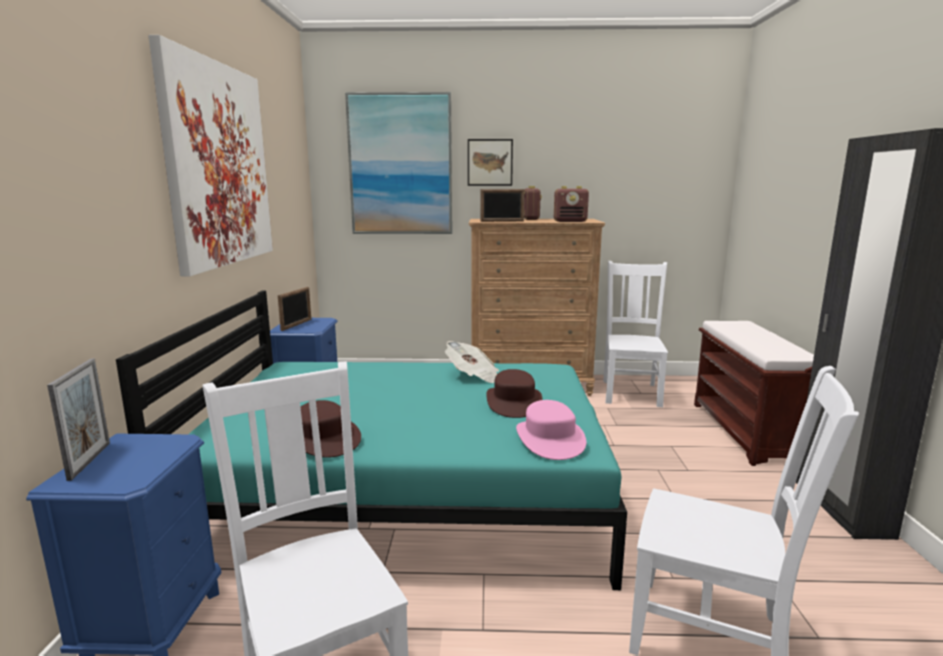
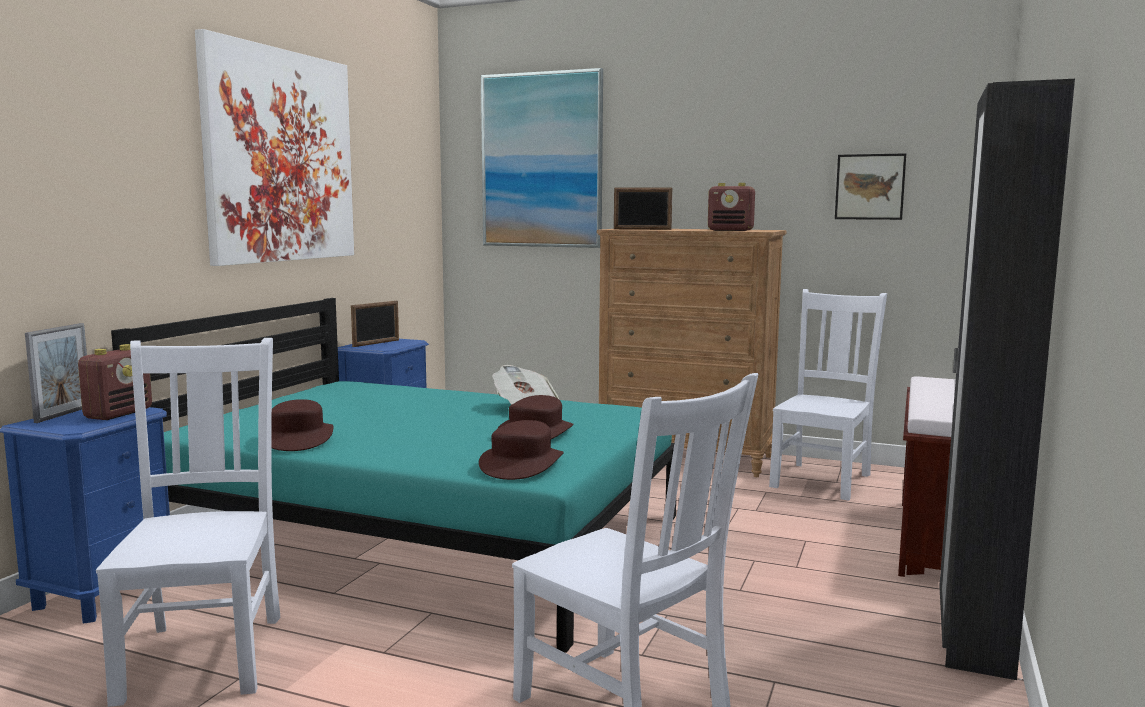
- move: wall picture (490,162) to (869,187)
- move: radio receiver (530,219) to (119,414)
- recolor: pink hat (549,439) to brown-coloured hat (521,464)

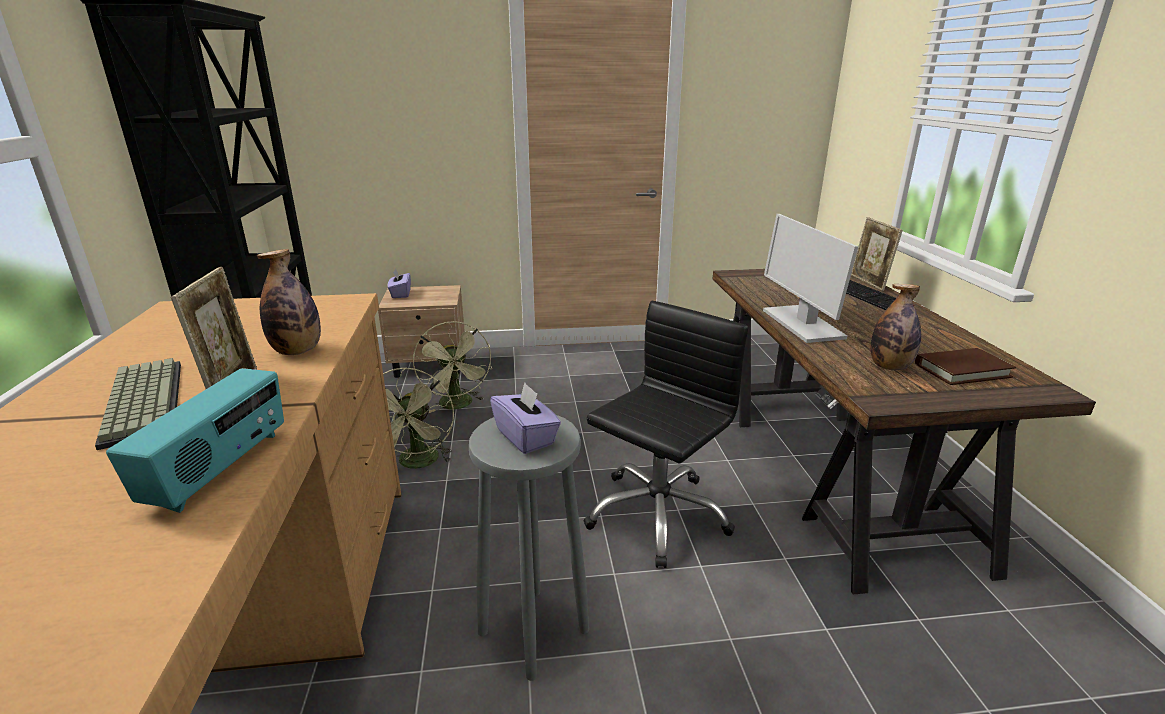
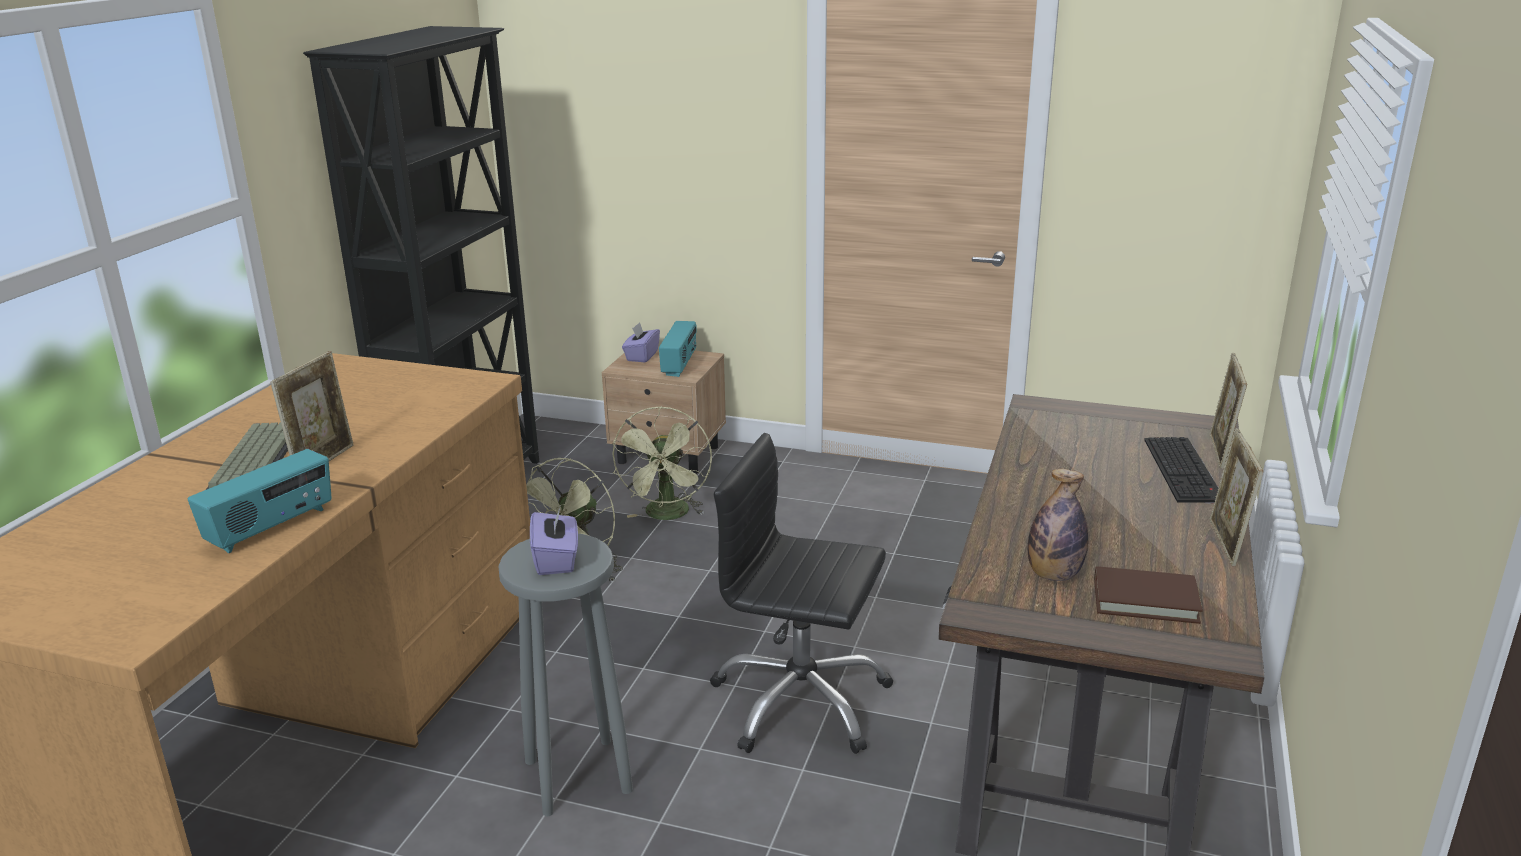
- delete: computer display (801,324)
- delete: drink bottle (297,351)
- rotate: black-coloured computer chair (657,514) = (800,702) 135 degrees counterclockwise
- insert: radio receiver (679,365)
- insert: picture frame (1226,543)

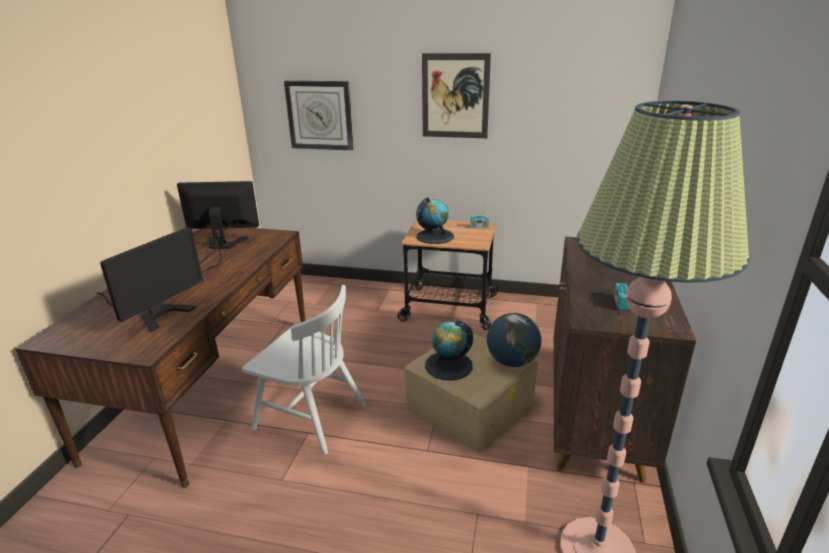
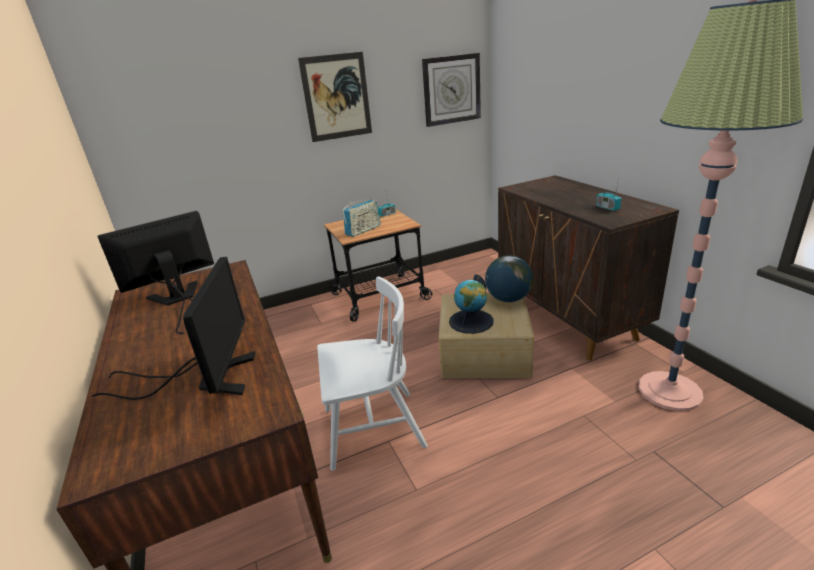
- move: clock on the wall (320,115) to (451,90)
- replace: desk globe (435,236) to radio receiver (363,230)

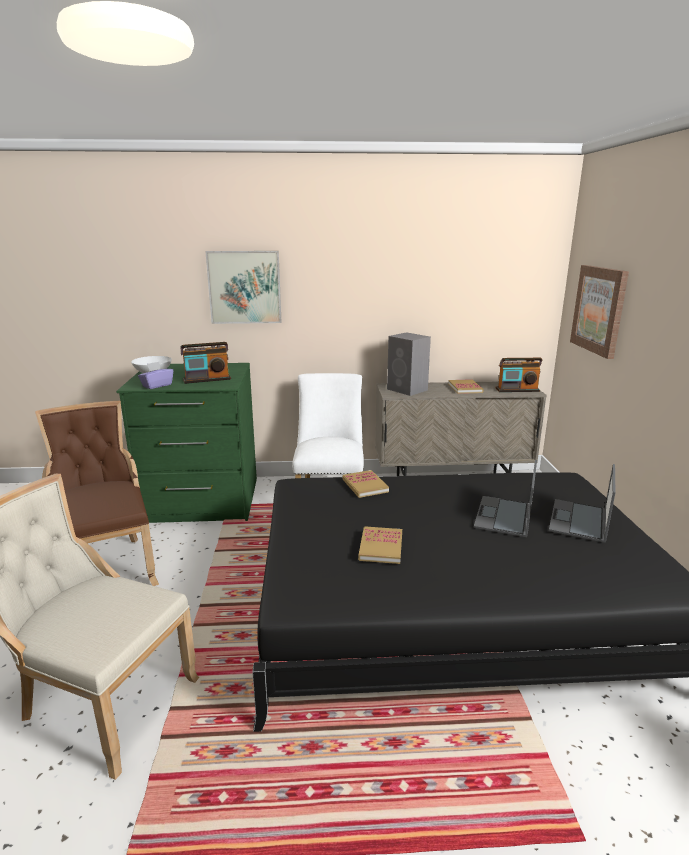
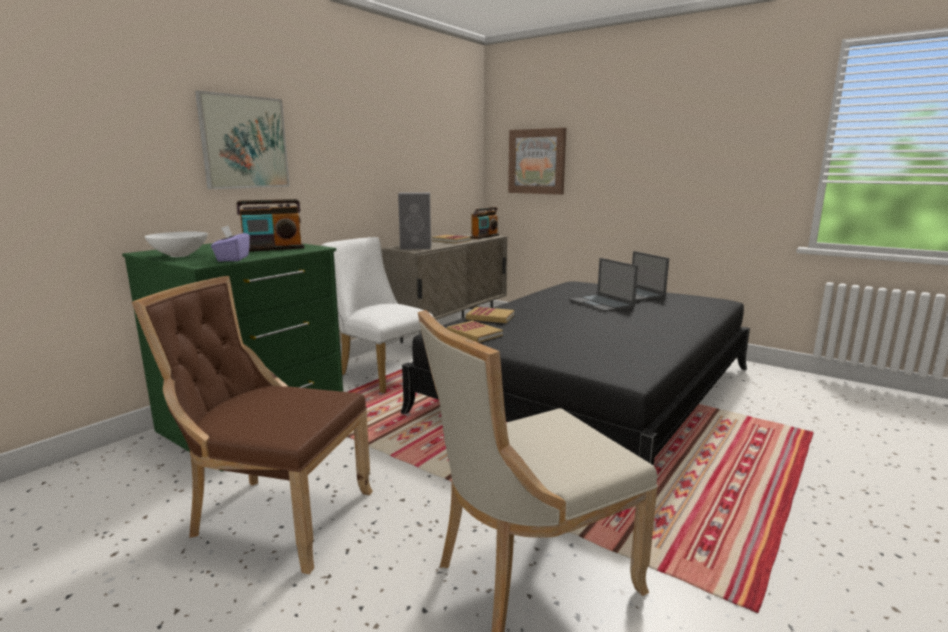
- rotate: radio receiver (207,379) = (273,249) 45 degrees clockwise
- move: volume (381,547) to (474,334)

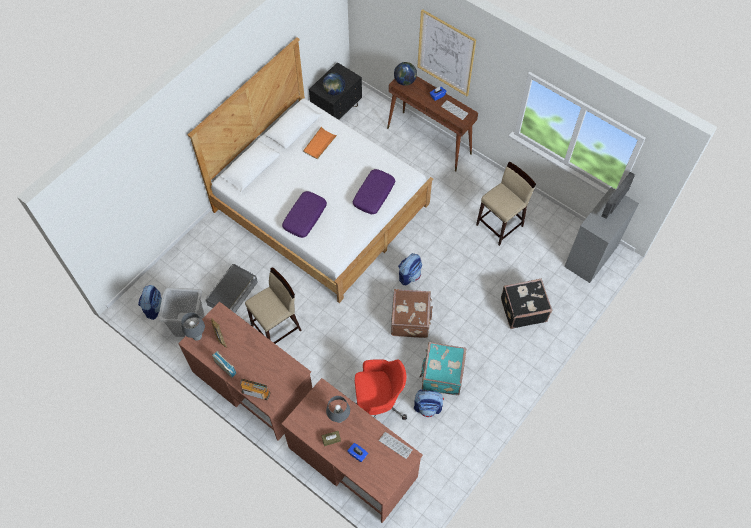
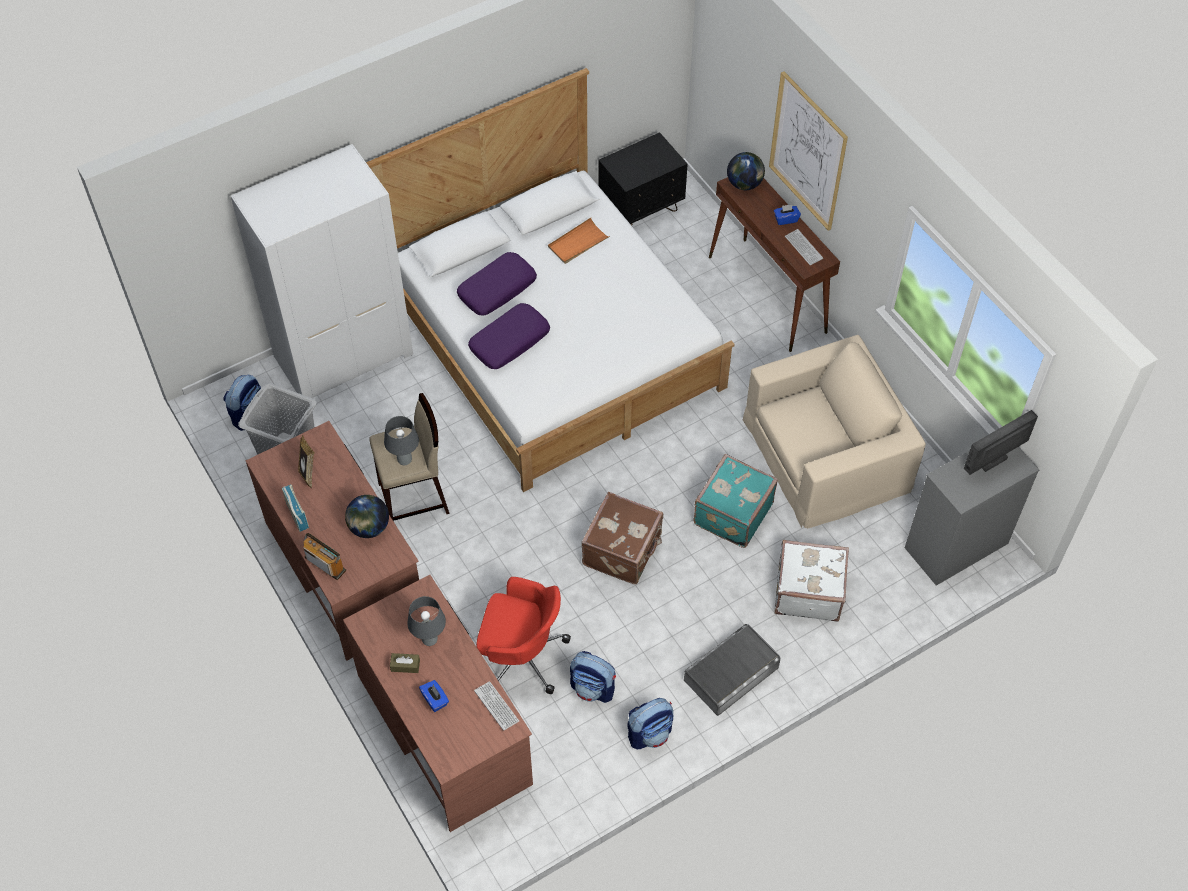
- move: desk globe (334,91) to (369,527)
- replace: beige-coloured sitting stool (500,225) to beige-coloured armchair (826,454)
- move: purple cushion (373,194) to (497,289)
- move: knapsack (409,275) to (650,733)
- move: grey storage container (232,293) to (731,674)
- recolor: black-coloured travel case (522,309) to white travel case (807,591)
- move: grey tabletop lamp (197,336) to (405,460)
- move: turquoise travel case (441,374) to (731,513)
- insert: white wardrobe (344,354)

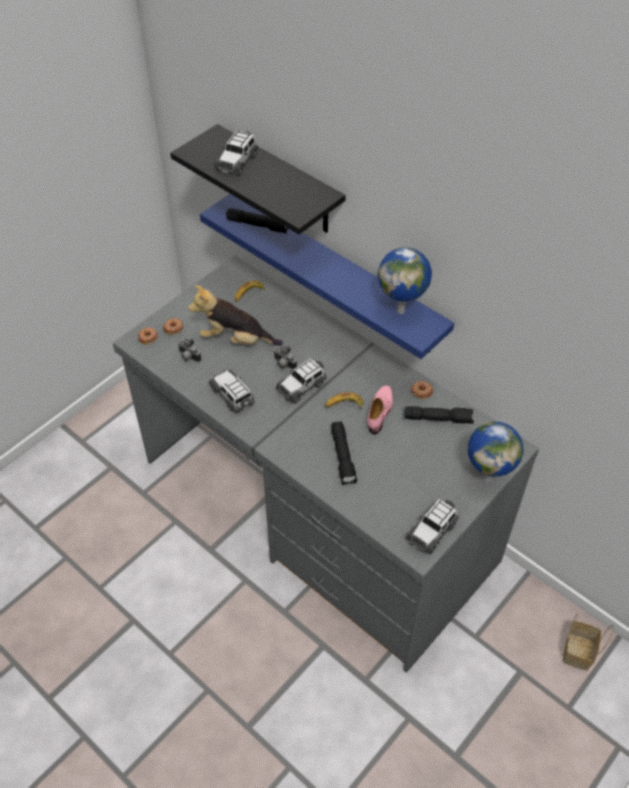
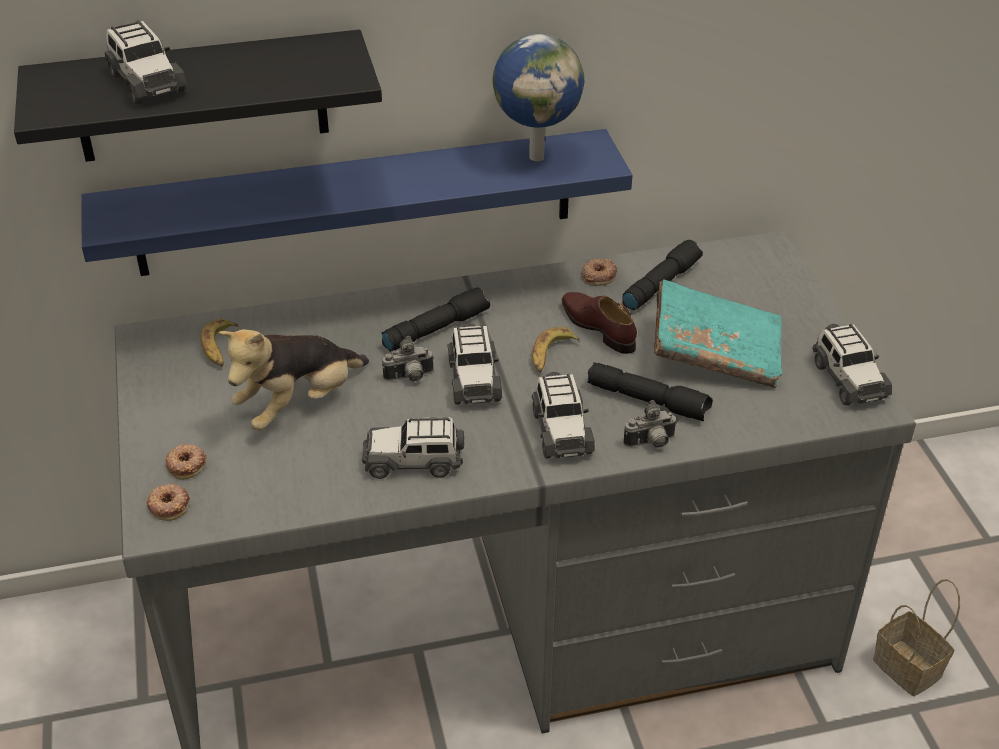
- move: black-coloured torch (259,225) to (436,328)
- move: still camera (188,357) to (651,443)
- recolor: pink low shoe (380,411) to brown-coloured low shoe (598,327)
- delete: desk globe (487,477)
- move: basket (578,653) to (909,668)
- insert: turquoise volume (715,353)
- insert: model car (561,431)

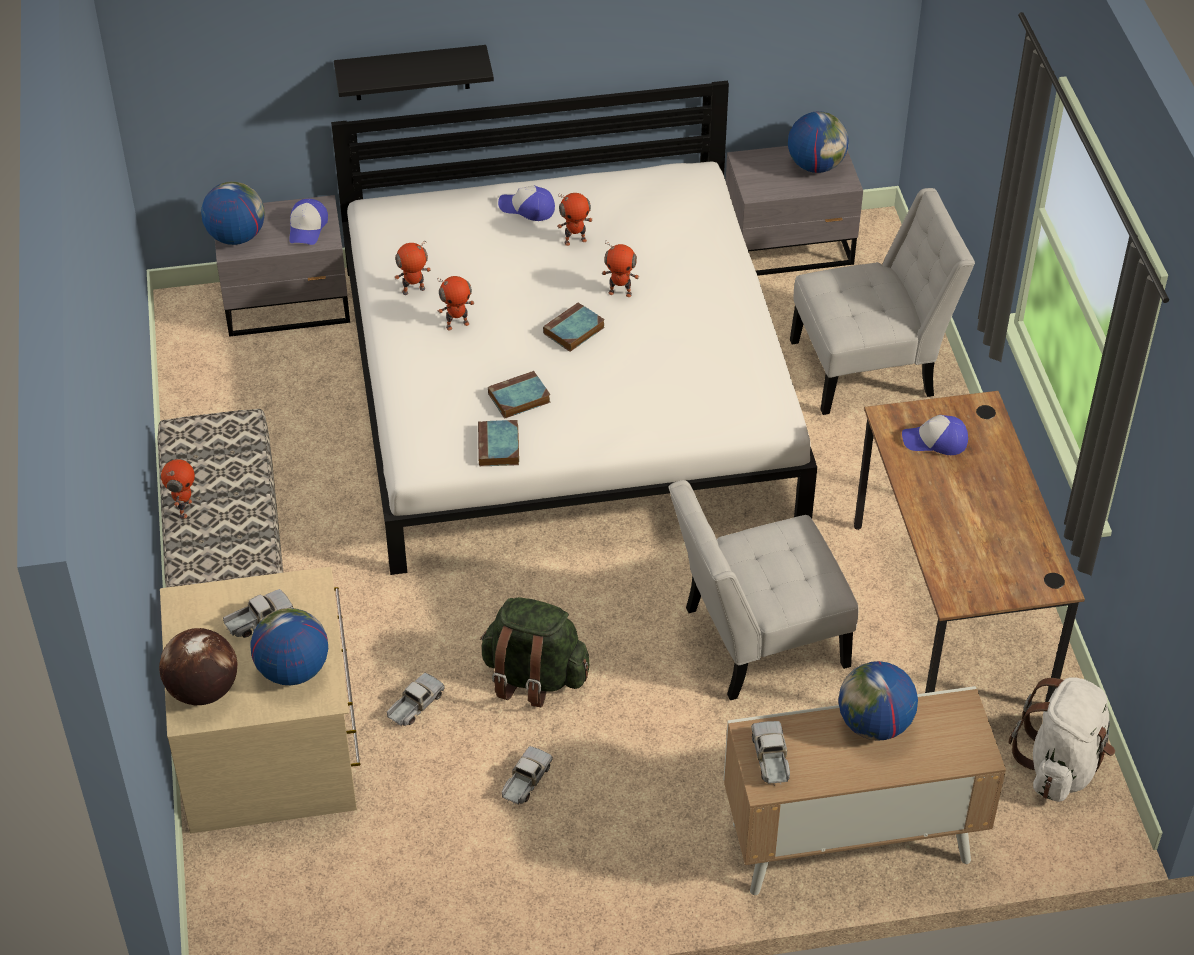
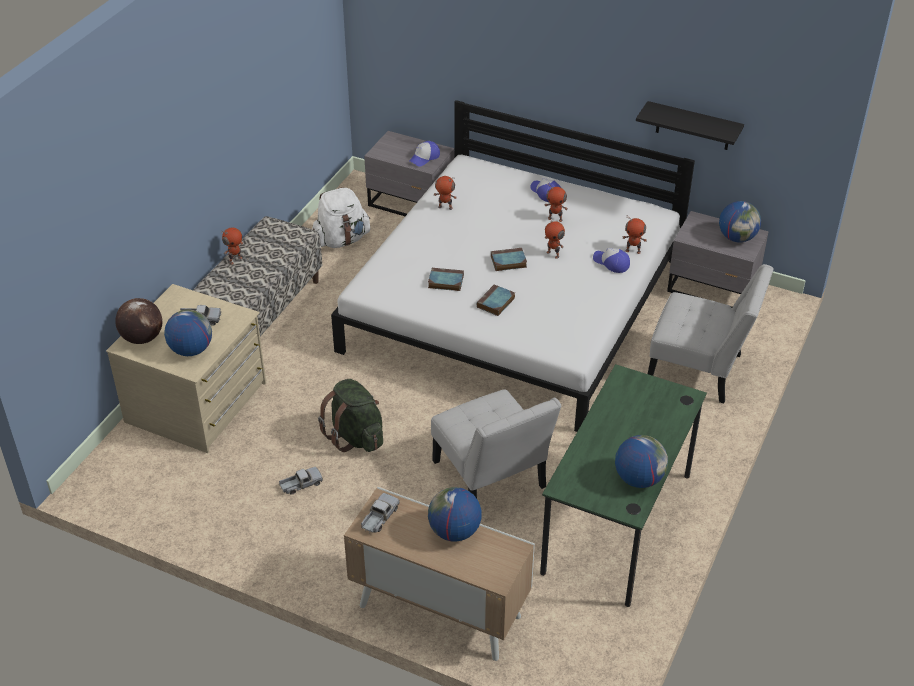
- move: black-coloured wall shelf (411,73) to (693,126)
- move: desk globe (236,236) to (639,479)
- move: model robot (457,324) to (633,251)
- recolor: brown-coloured desk (949,614) to green desk (617,523)
- move: cap (935,441) to (611,263)
- move: volume (499,447) to (495,303)
- rotate: white chair (756,640) = (491,479) 135 degrees counterclockwise
- delete: toy truck (415,705)
- move: white knapsack (1061,765) to (341,240)

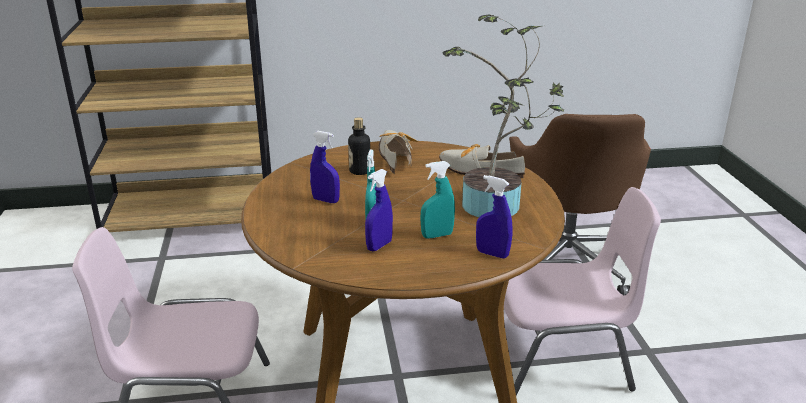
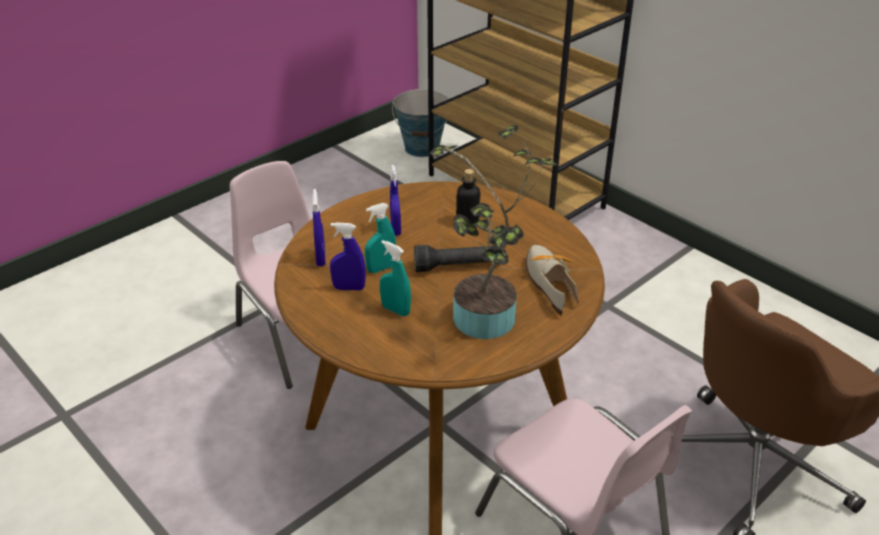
- delete: low shoe (395,156)
- move: blue-coloured spray bottle (492,254) to (321,258)
- insert: bucket (422,148)
- insert: black-coloured torch (458,266)

